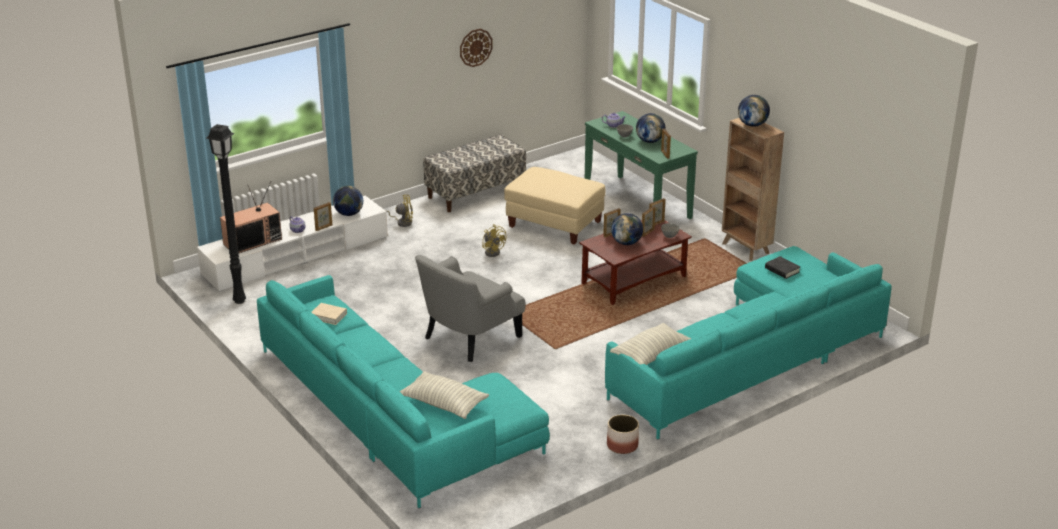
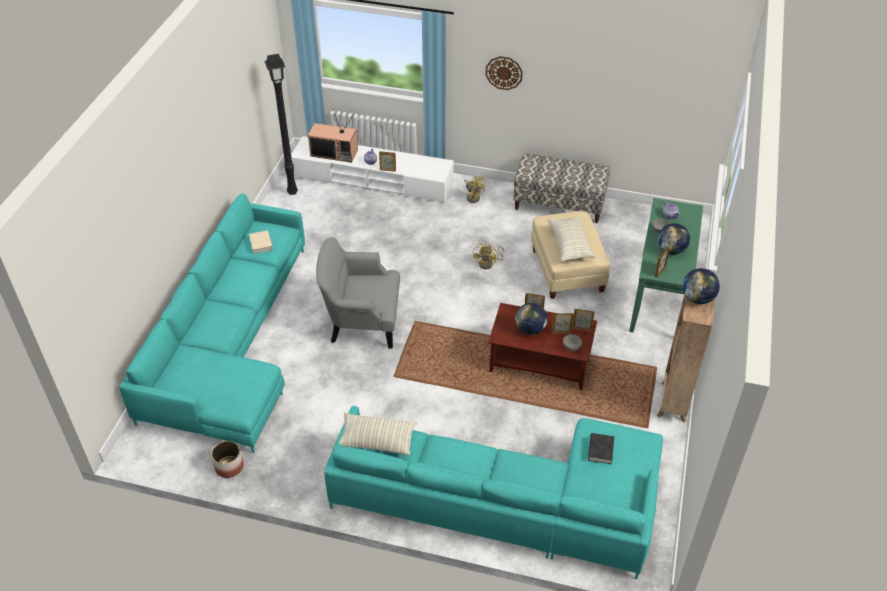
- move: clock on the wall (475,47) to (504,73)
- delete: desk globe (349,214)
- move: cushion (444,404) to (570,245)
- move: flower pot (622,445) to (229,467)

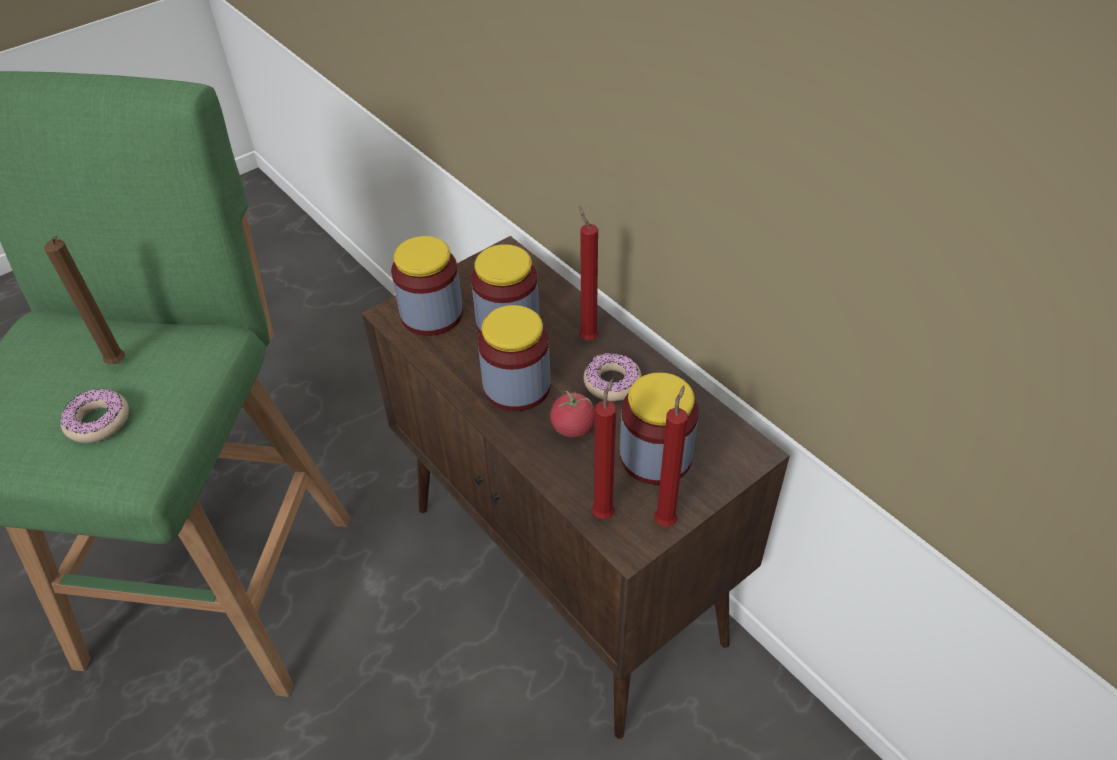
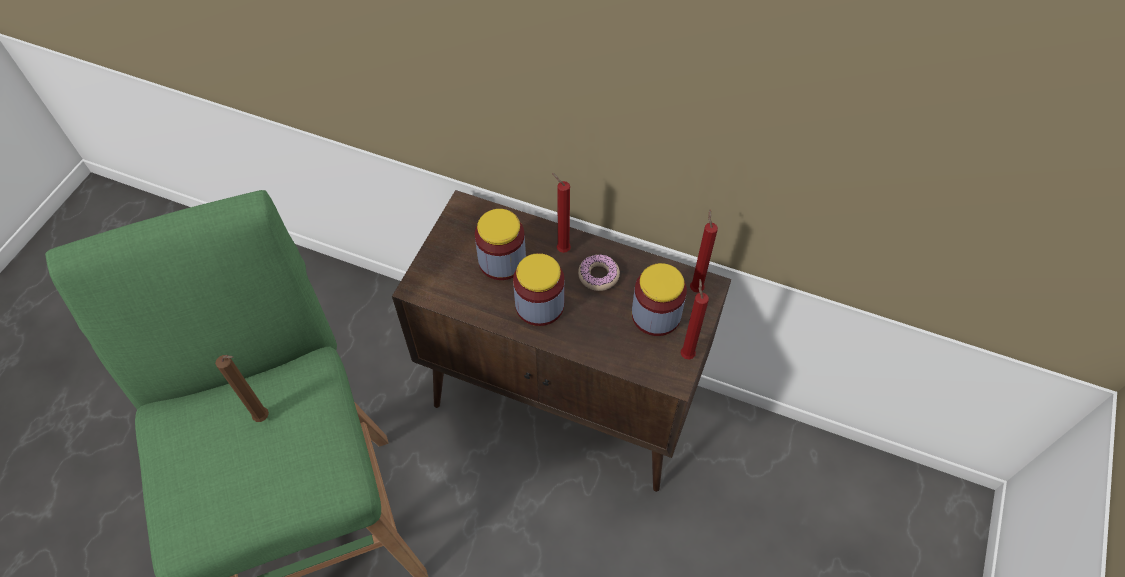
- delete: jar (432,314)
- move: red-coloured wax candle (604,512) to (695,287)
- delete: doughnut (98,422)
- delete: tomato (573,427)

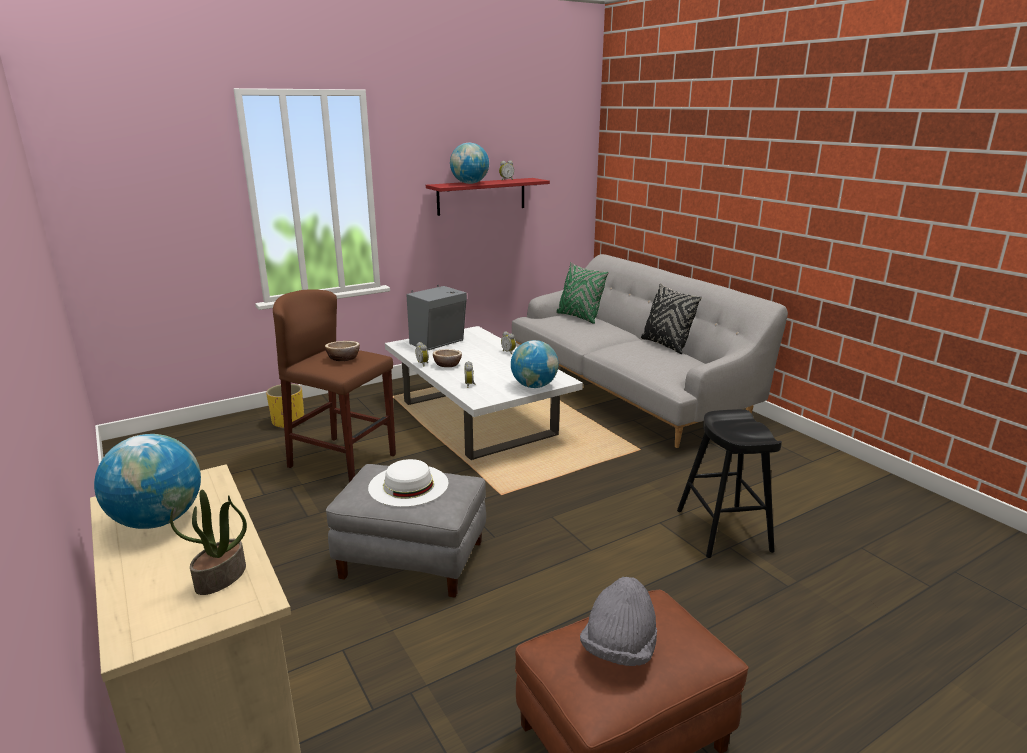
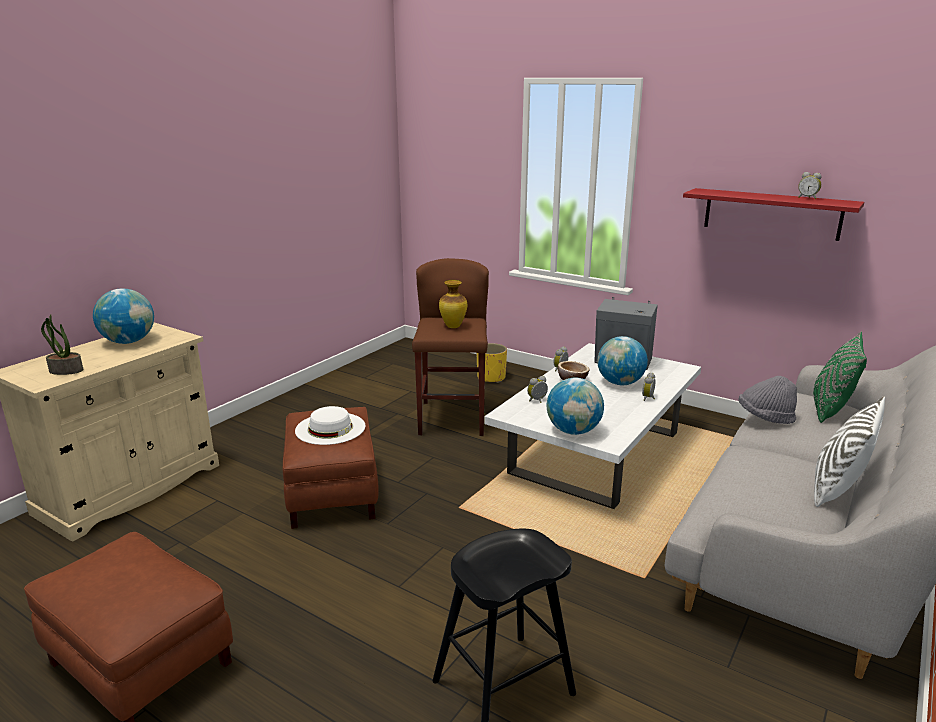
- move: desk globe (469,183) to (620,383)
- recolor: black-coloured cushion (666,345) to white cushion (837,490)
- replace: bowl (343,359) to flower vase (452,326)
- recolor: grey pouffe (413,559) to brown-coloured pouffe (333,494)
- move: grey hat (619,649) to (765,418)

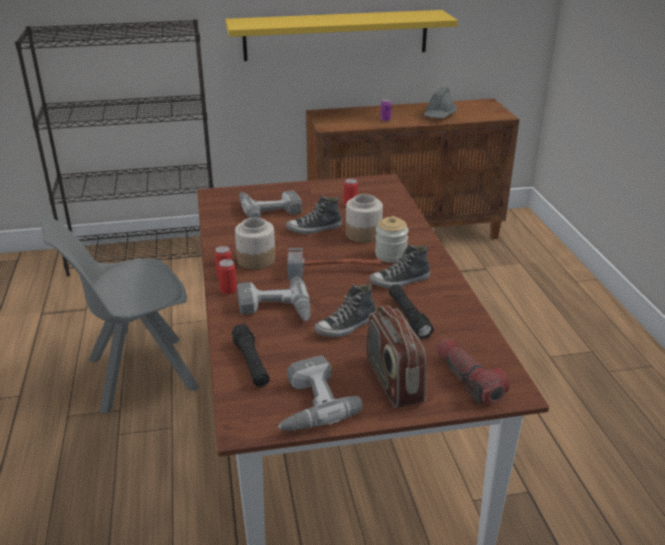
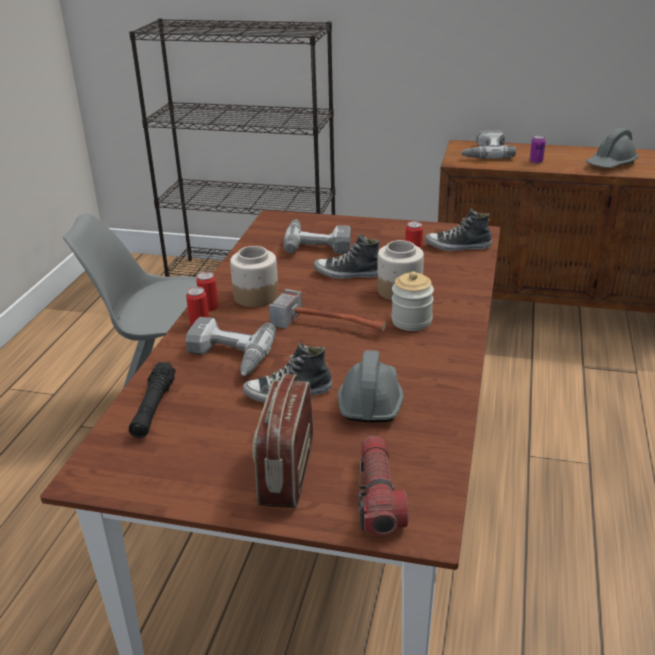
- delete: yellowish wall shelf (336,35)
- move: low shoe (399,281) to (457,247)
- replace: black-coloured torch (409,317) to grey hard hat (370,400)
- move: power drill (308,404) to (484,152)

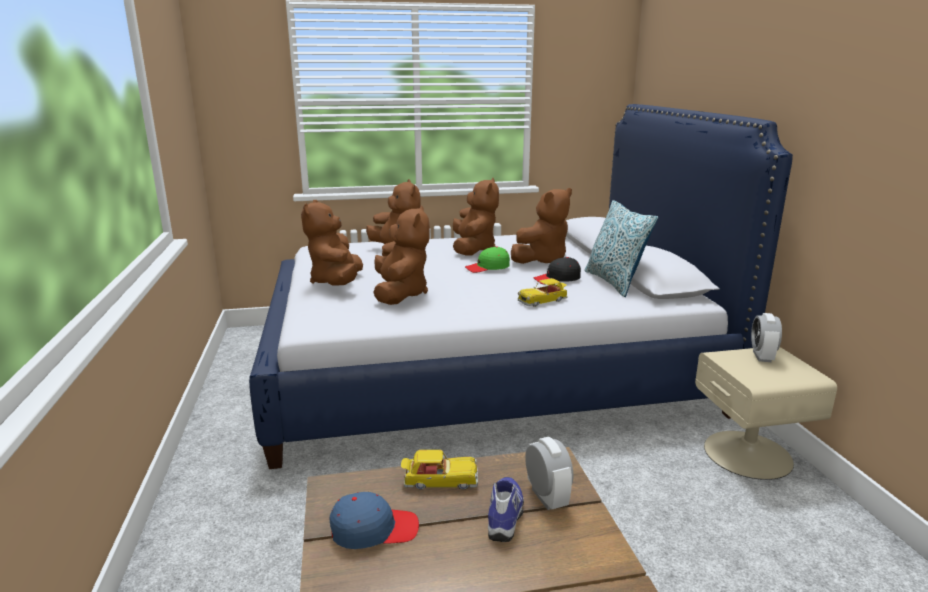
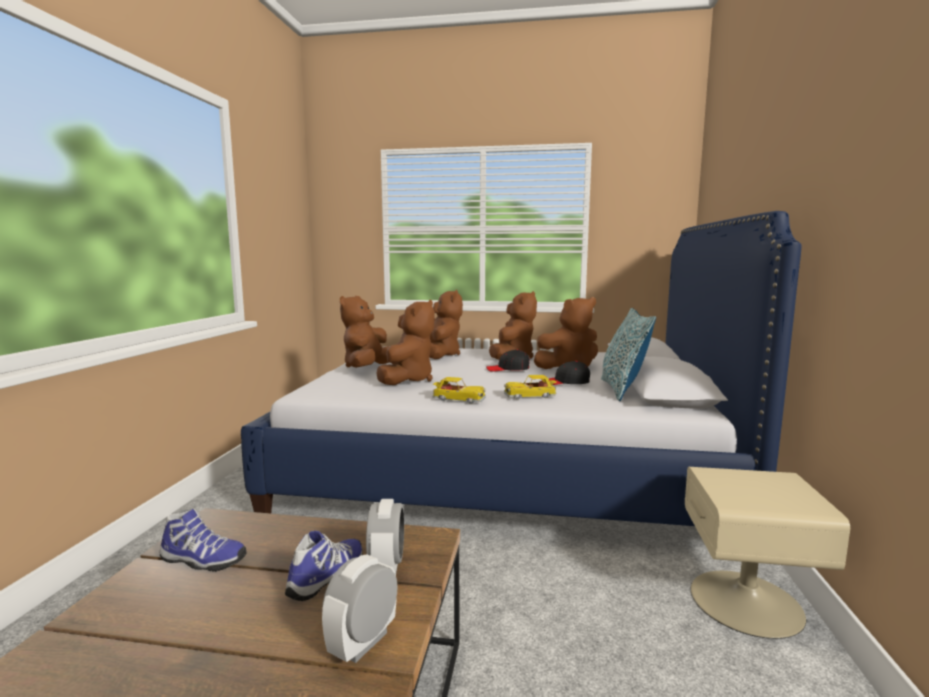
- recolor: green cap (488,267) to black-coloured cap (508,369)
- move: table clock (762,356) to (363,643)
- move: model car (439,480) to (458,399)
- replace: blue-coloured cap (374,529) to low shoe (202,561)

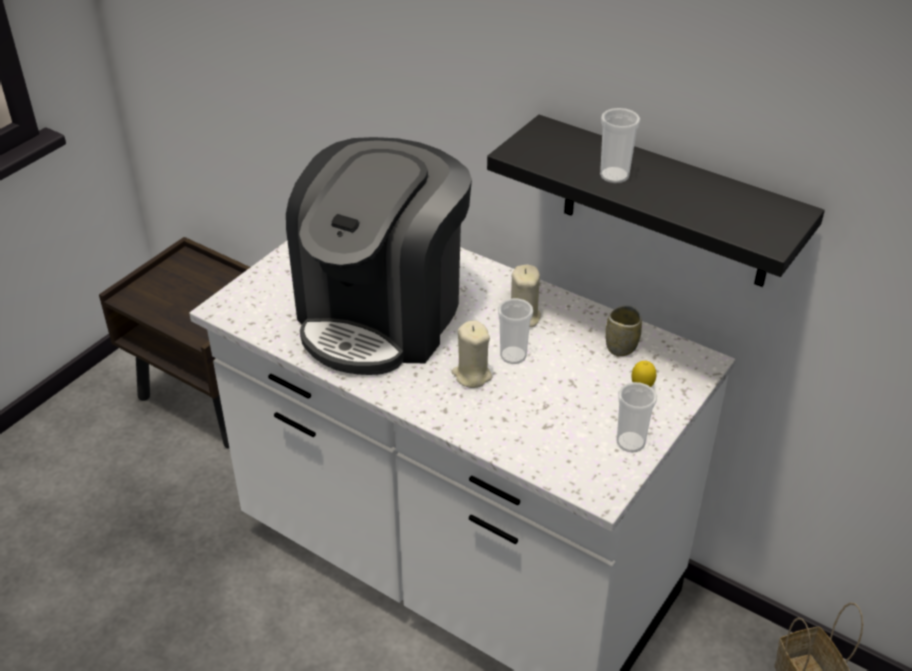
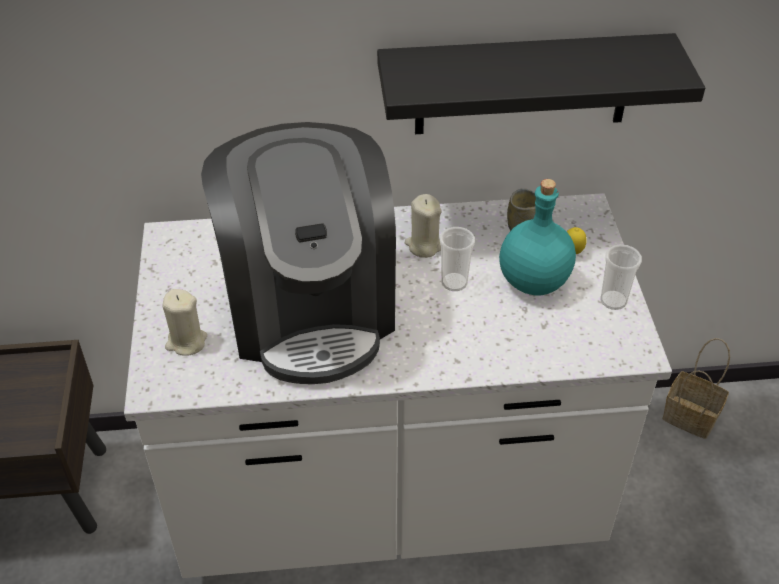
- delete: cup (614,176)
- move: beige-coloured wax candle (472,375) to (186,342)
- insert: turquoise drink bottle (534,281)

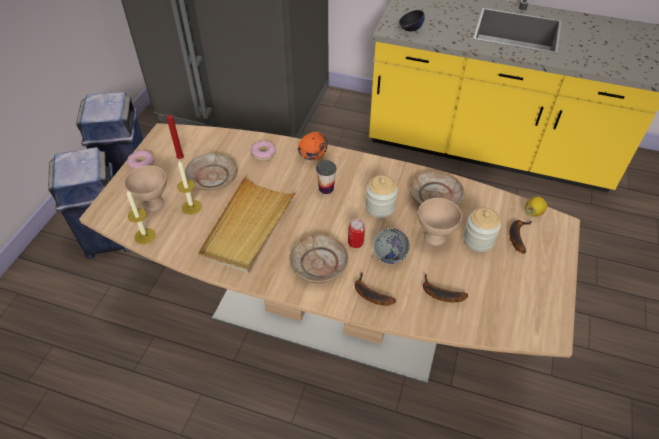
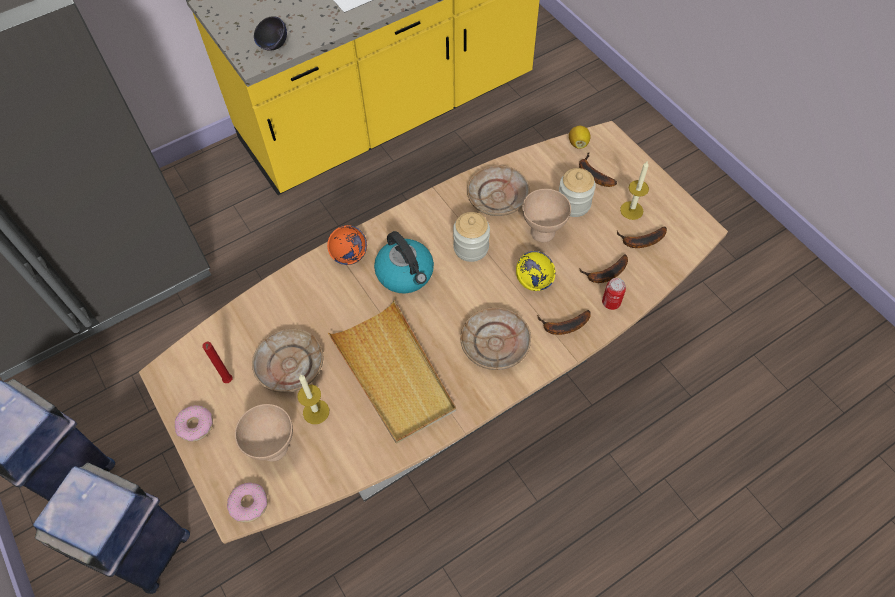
- move: doughnut (263,154) to (249,504)
- replace: cup (326,188) to water kettle (406,274)
- move: wax candle (145,236) to (631,210)
- move: can (355,243) to (611,302)
- recolor: grey bowl (389,255) to yellowish bowl (534,280)
- insert: whole banana (641,241)

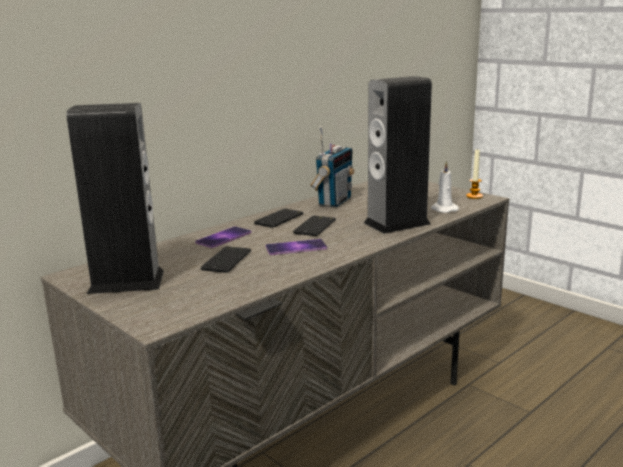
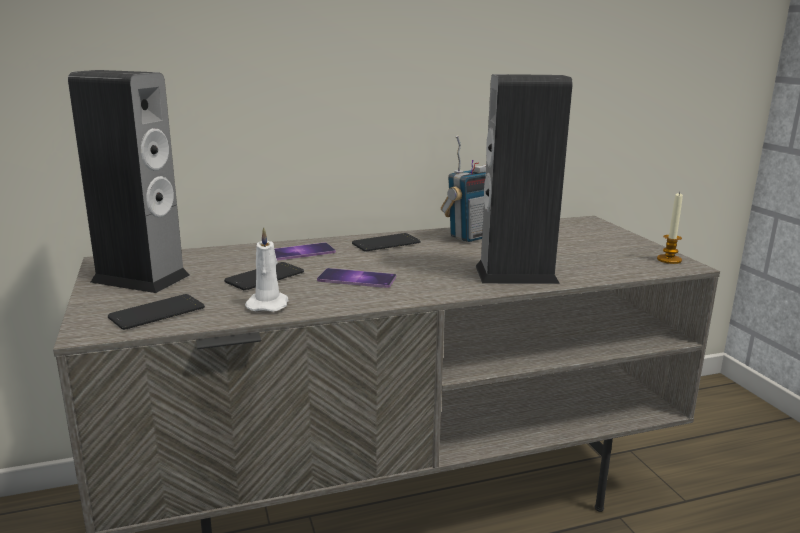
- move: white wax candle (443,209) to (268,304)
- move: handset (315,226) to (157,313)

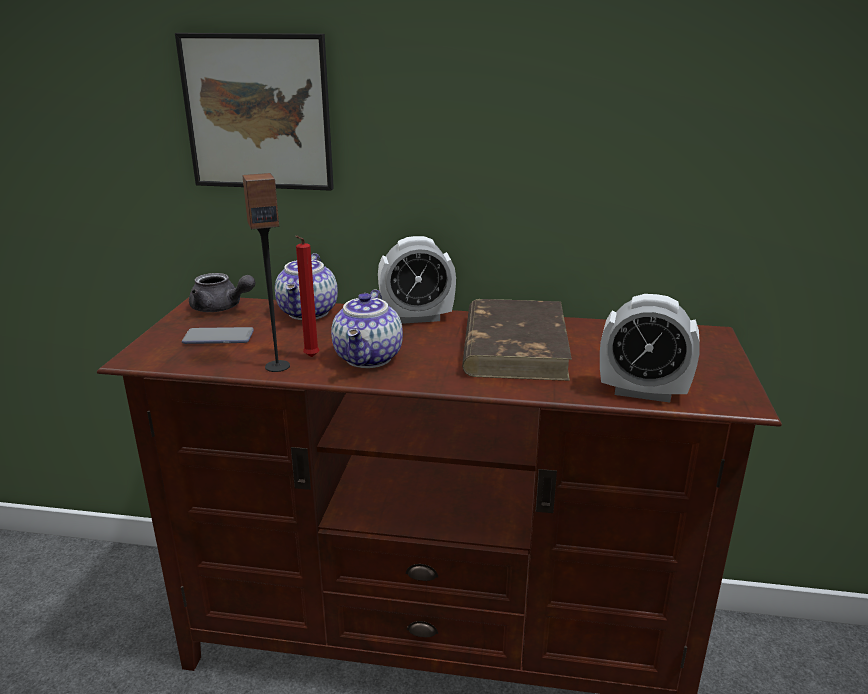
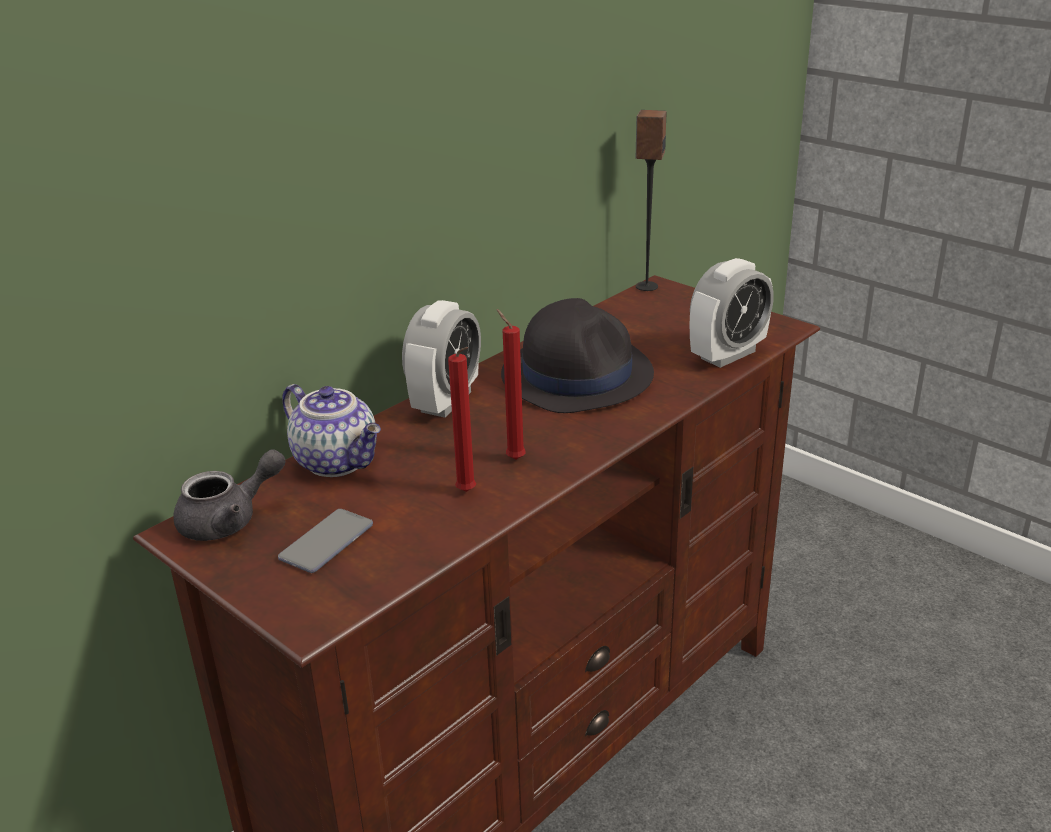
- delete: wall picture (258,113)
- move: audio speaker (277,366) to (646,286)
- replace: teapot (369,358) to red-coloured wax candle (513,458)
- replace: brown-coloured volume (514,345) to black-coloured hat (577,375)

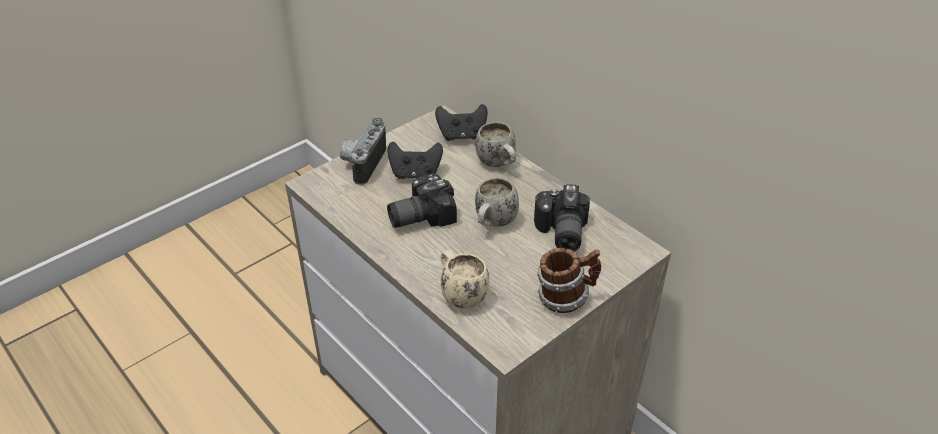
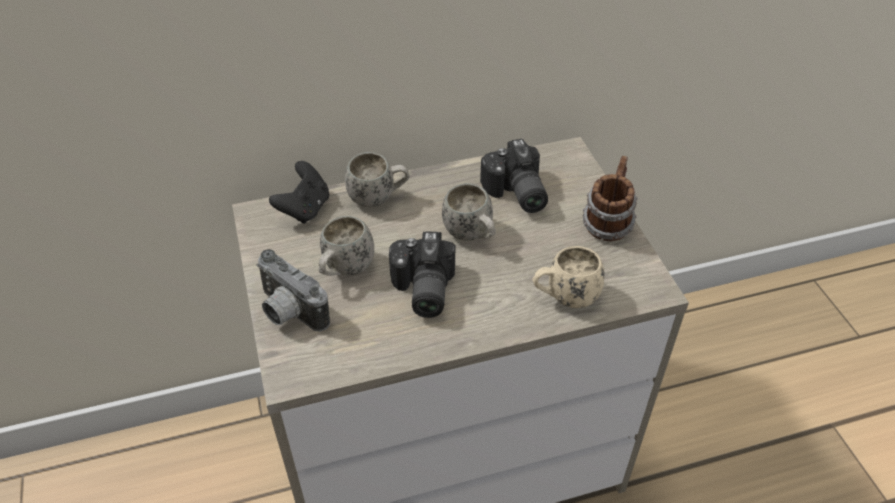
- replace: black-coloured game controller (415,174) to white mug (345,270)
- rotate: still camera (559,233) = (515,194) 45 degrees clockwise

